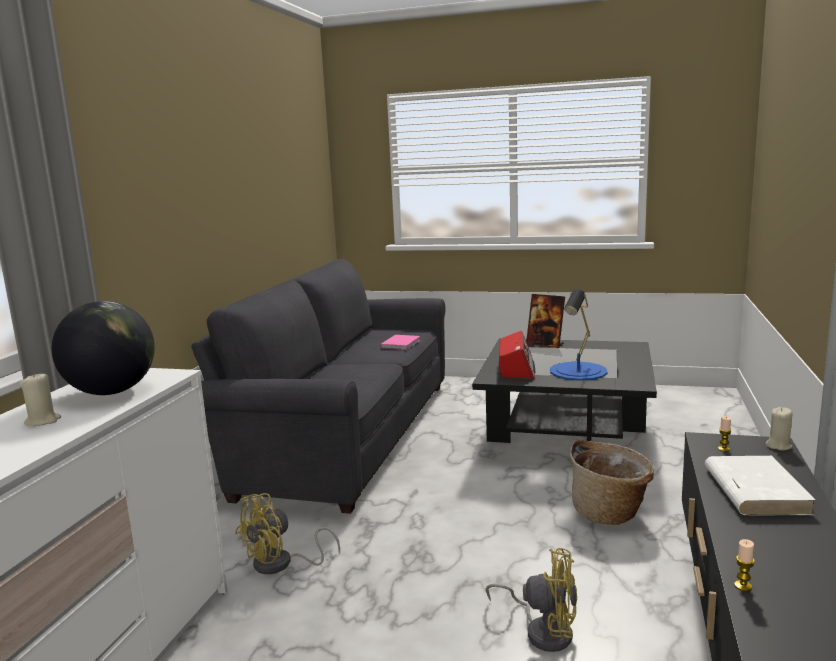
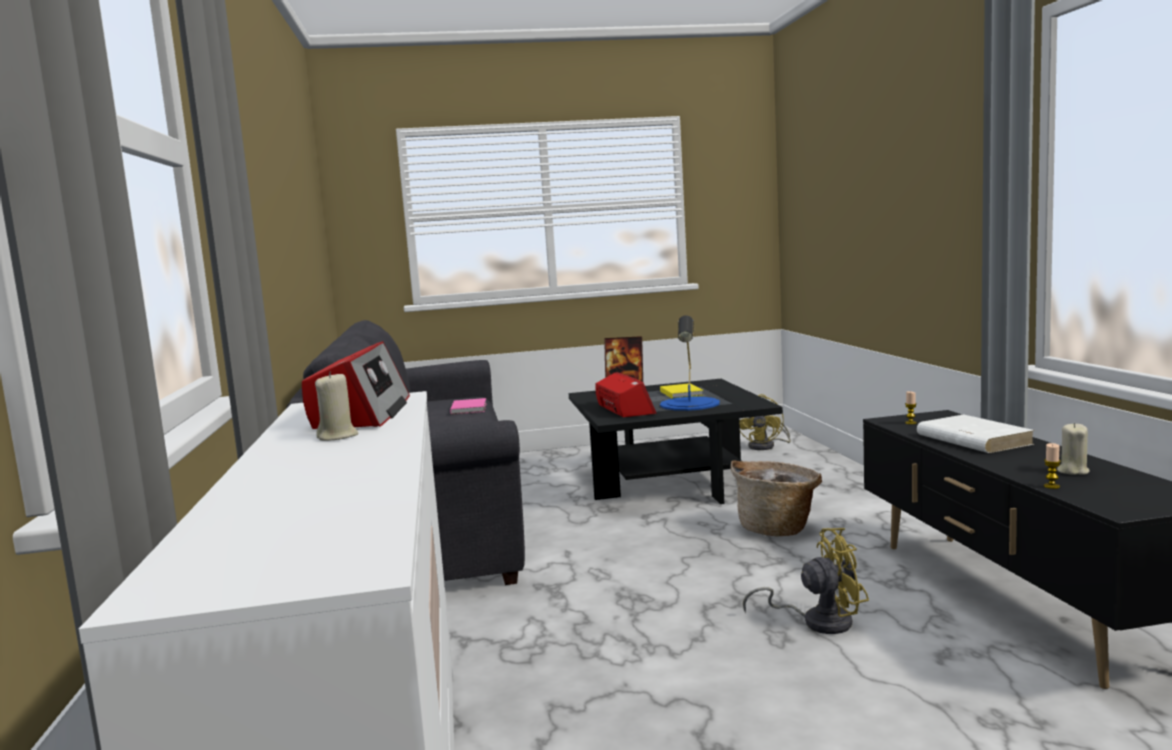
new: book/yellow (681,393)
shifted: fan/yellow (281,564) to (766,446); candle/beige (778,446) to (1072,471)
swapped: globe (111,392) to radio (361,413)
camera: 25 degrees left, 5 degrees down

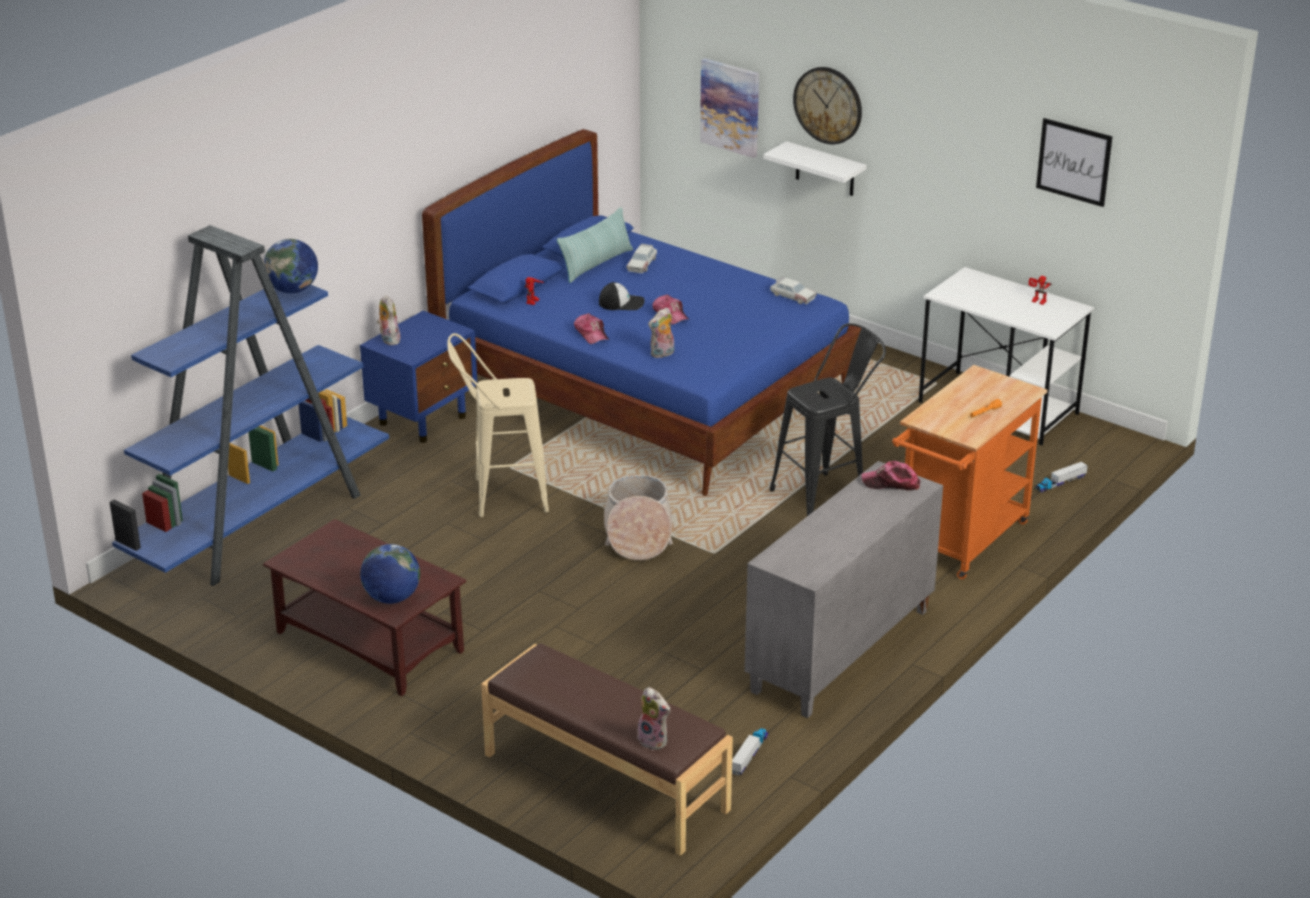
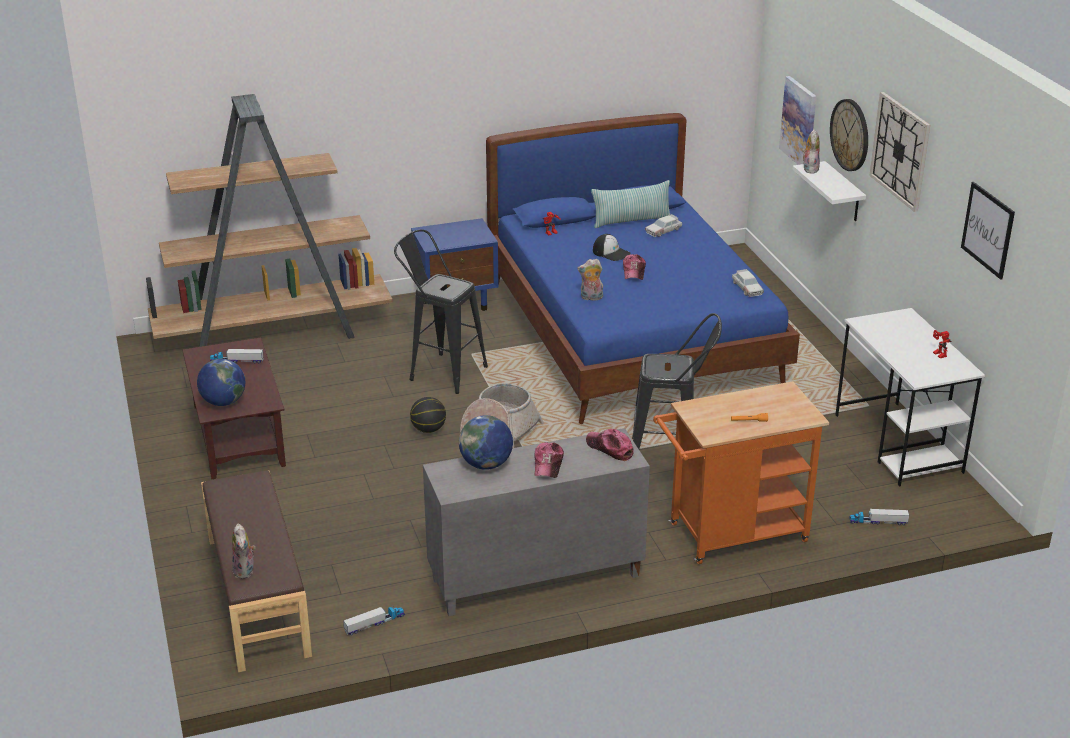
new: toy truck (237,361); basketball (428,429); wall clock (900,151)
shifted: globe (293,290) to (486,464); cap (591,334) to (548,465); plush toy (388,339) to (809,169)
repainted: bookcase/blue (260,522) to bookcase/brown (274,333); stool/beige (500,496) to stool/black (441,371)
camera: 35 degrees right, 0 degrees up

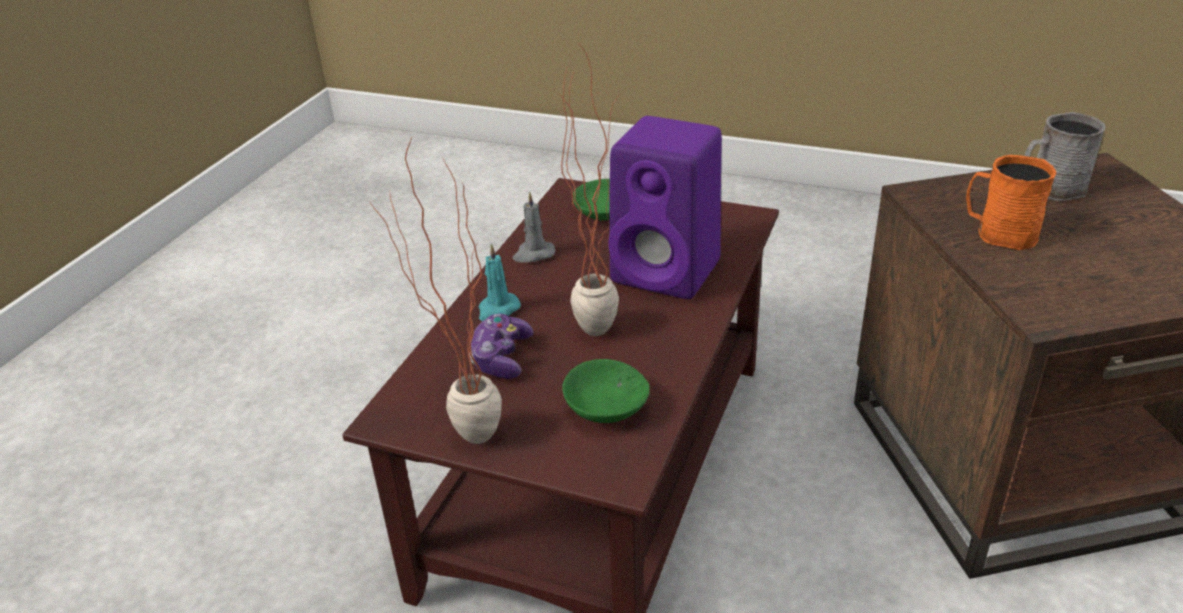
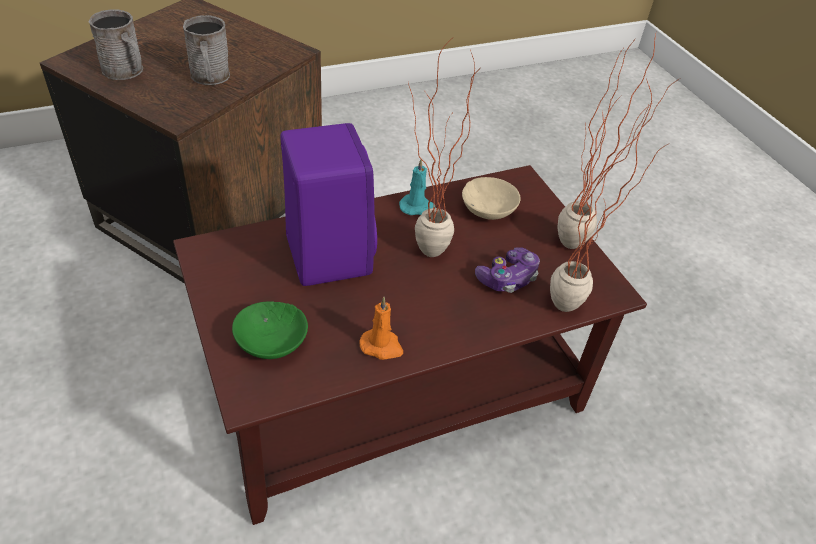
new: potted plant (574,302)
shifted: candle/turquoise (498,310) to (417,207)
repainted: mug/orange (998,233) to mug/grey (210,78); candle/grey (533,254) to candle/orange (382,346); bowl/green (603,408) to bowl/beige (489,210)
camera: 140 degrees left, 10 degrees up

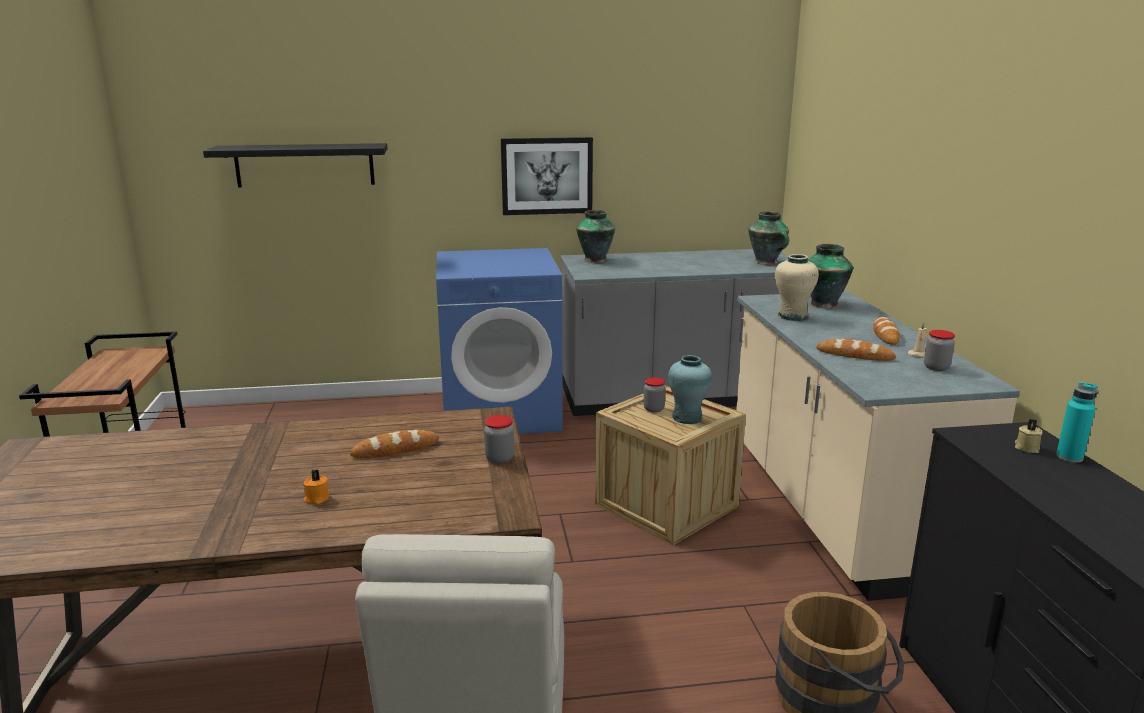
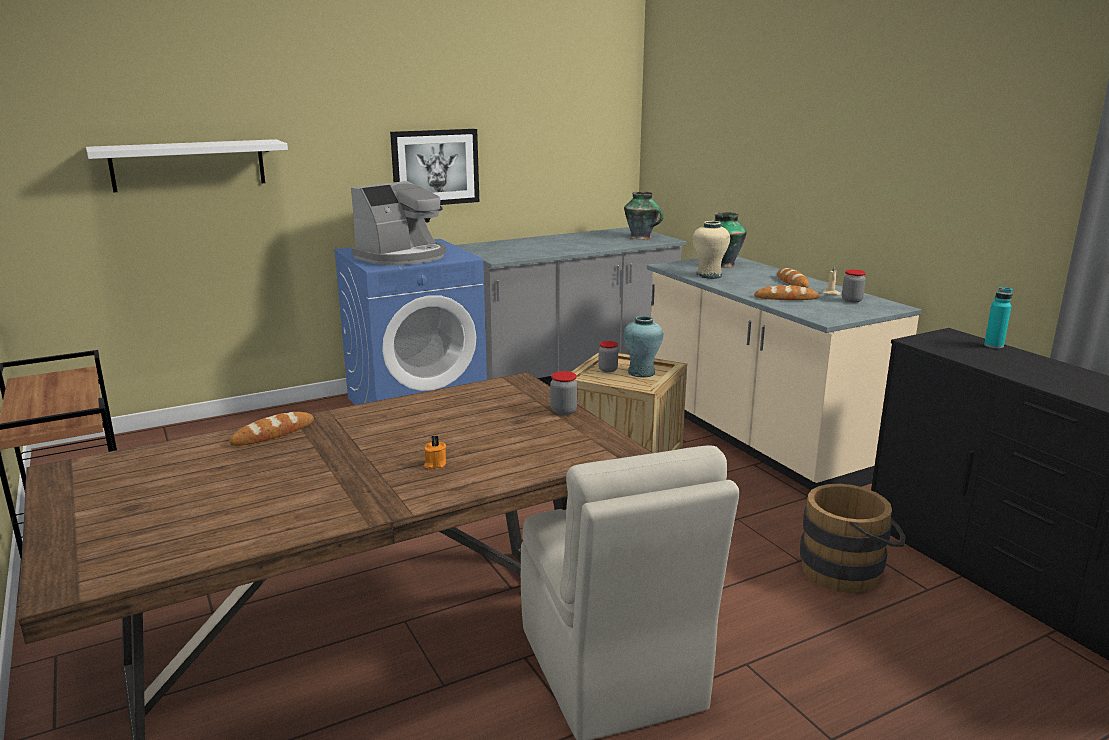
gone: vase (596,260); candle/beige (1026,447)
new: coffee machine (402,257)
shifted: bread (395,449) to (273,433)
repainted: shelf/black (305,165) to shelf/white (188,165)
camera: 20 degrees left, 0 degrees up

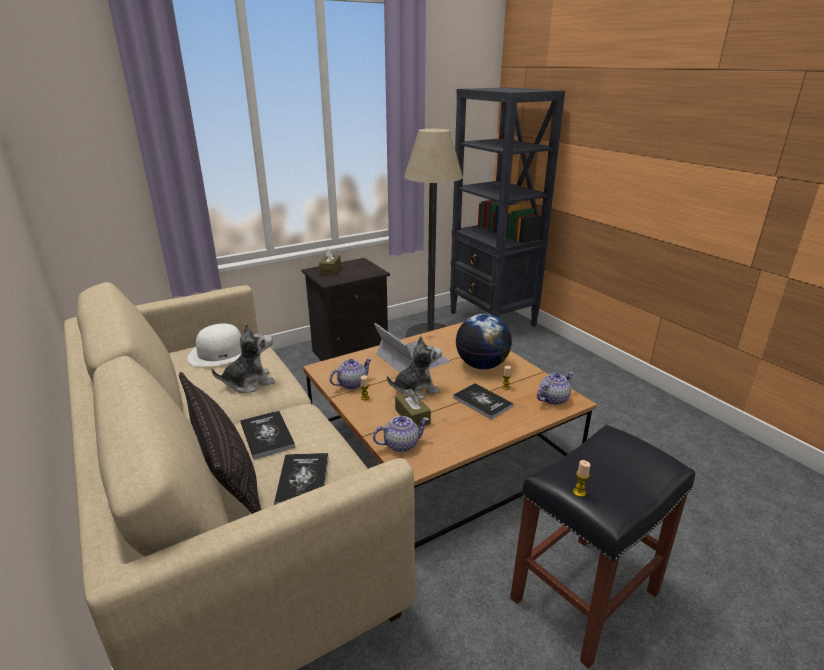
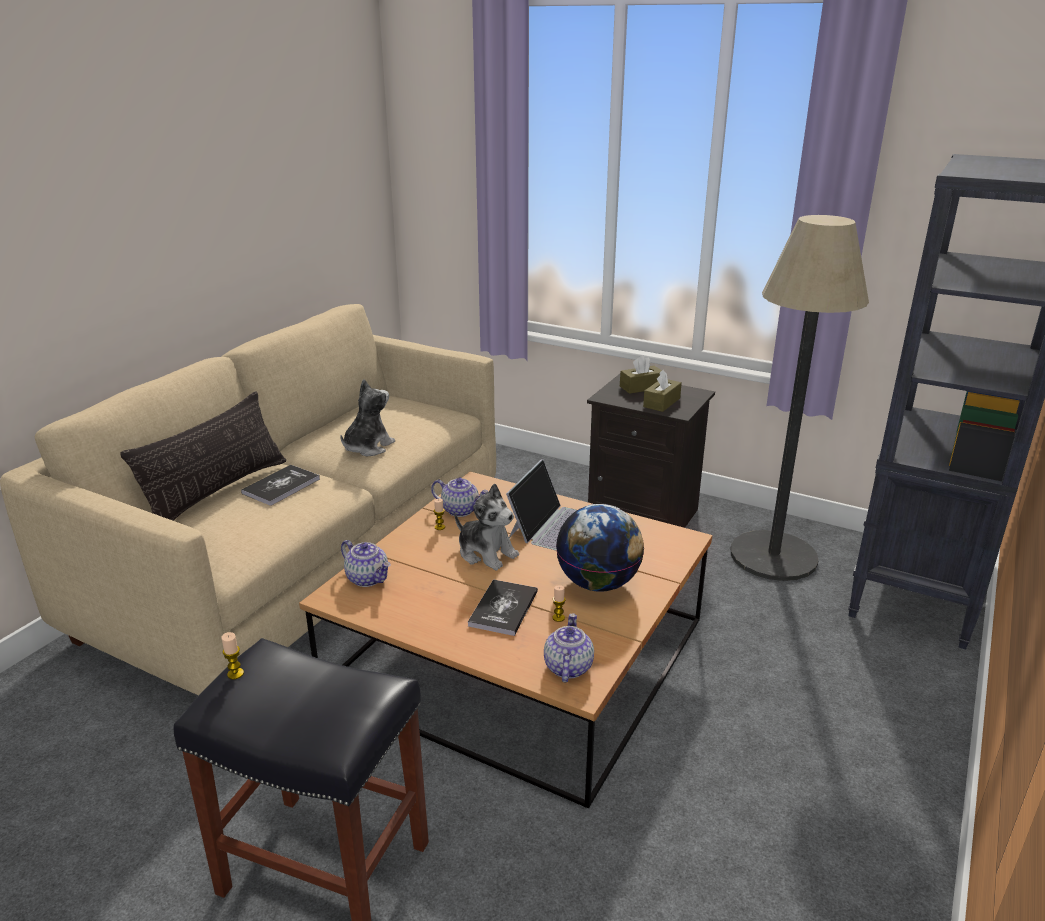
gone: hat/white (221,353); book (303,480)
shifted: tissue box/brown (412,416) to (661,402)
rotated: plush toy (249,382) = (367,447) 90 degrees counterclockwise; teapot (553,399) = (567,667) 105 degrees counterclockwise
camera: 60 degrees right, 0 degrees up

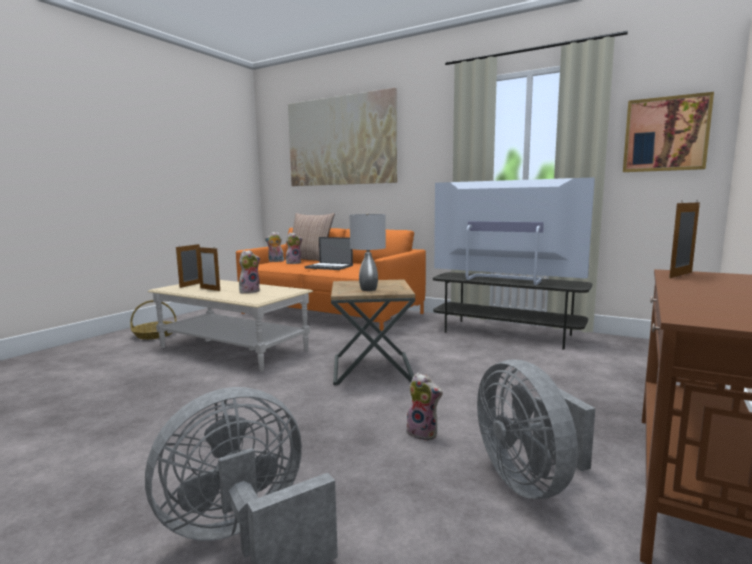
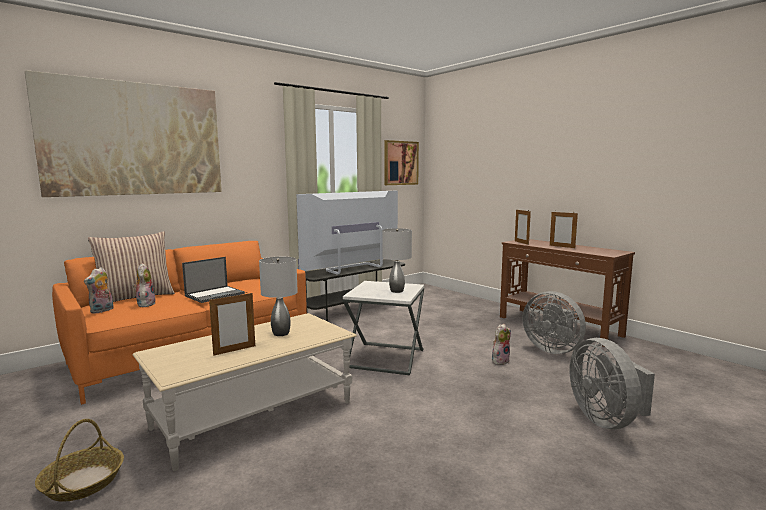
shifted: picture frame (191,285) to (562,246)
swapped: plush toy (249,291) to table lamp/grey (281,333)
repainted: side table/brown (372,369) to side table/white (385,358)
rotated: fan/grey (529,480) = (552,349) 45 degrees clockwise
camera: 70 degrees left, 0 degrees up

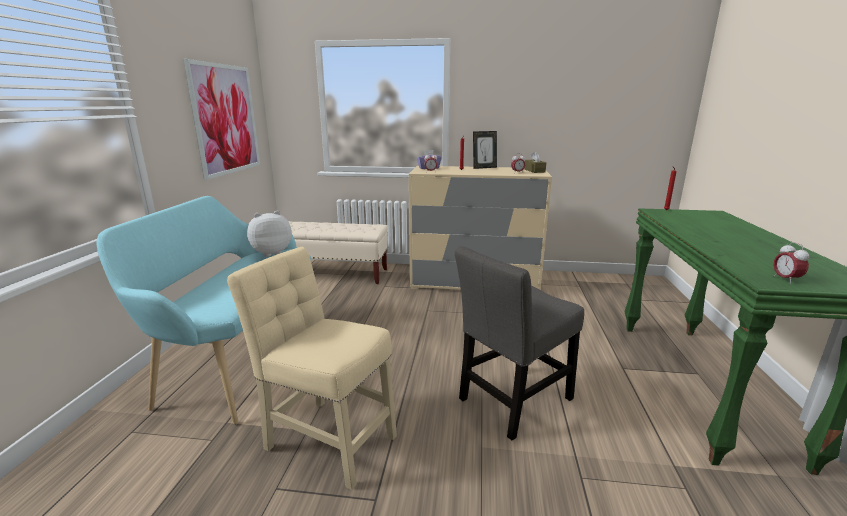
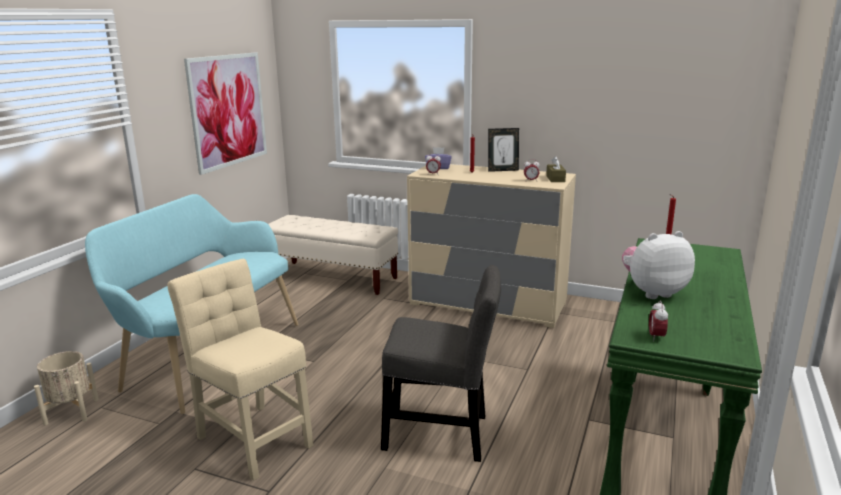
new: planter/beige (71,411)
shifted: plush toy (271,253) to (652,292)
rotated: chair/grey (512,402) = (442,434) 150 degrees counterclockwise
camera: 15 degrees right, 0 degrees up

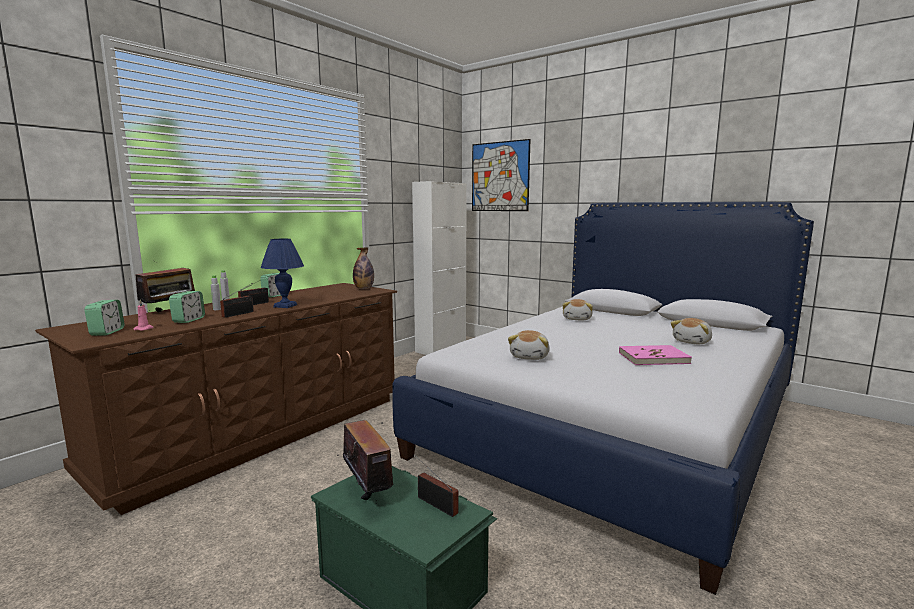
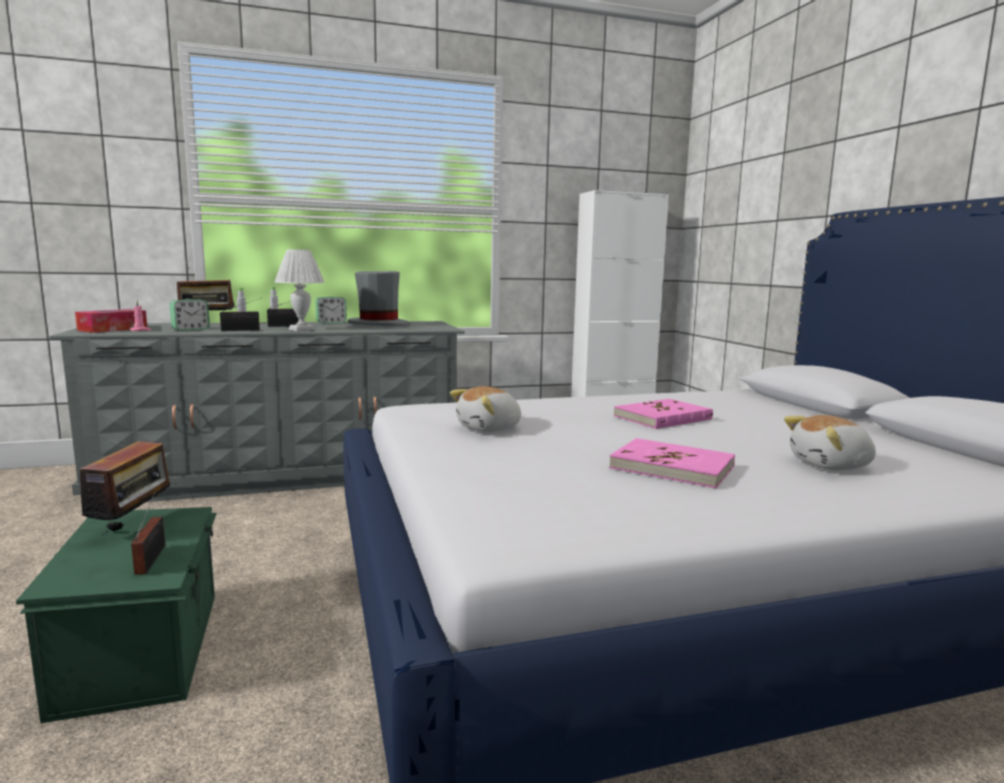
gone: bottle (363,288); picture (500,176); plush toy (577,319)
new: hat/grey (379,325); book/pink (663,418)
swapped: alarm clock (107,332) to tissue box (113,329)
repainted: dresser/brown (261,432) to dresser/grey (285,474); table lamp/blue (286,306) to table lamp/white (302,329)
camera: 35 degrees right, 0 degrees up

